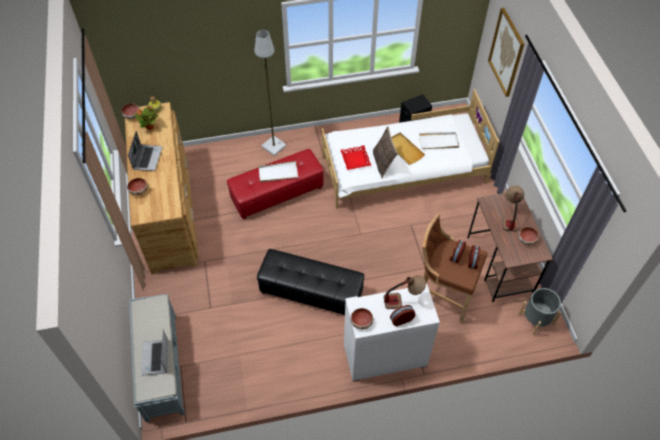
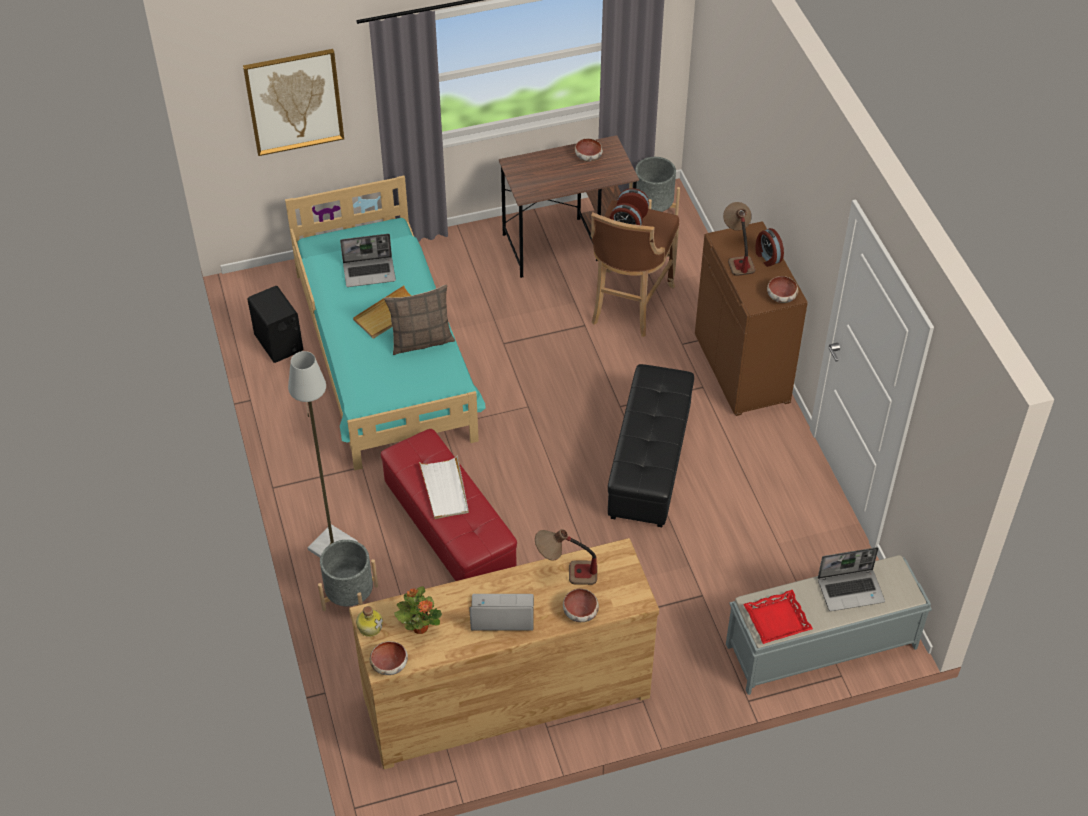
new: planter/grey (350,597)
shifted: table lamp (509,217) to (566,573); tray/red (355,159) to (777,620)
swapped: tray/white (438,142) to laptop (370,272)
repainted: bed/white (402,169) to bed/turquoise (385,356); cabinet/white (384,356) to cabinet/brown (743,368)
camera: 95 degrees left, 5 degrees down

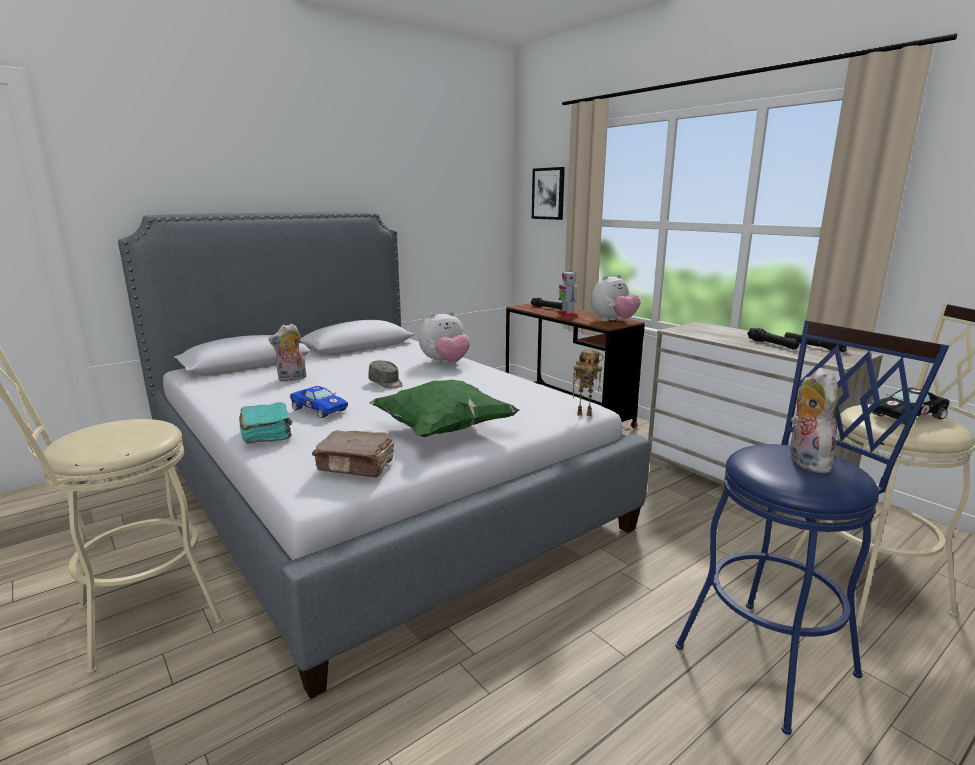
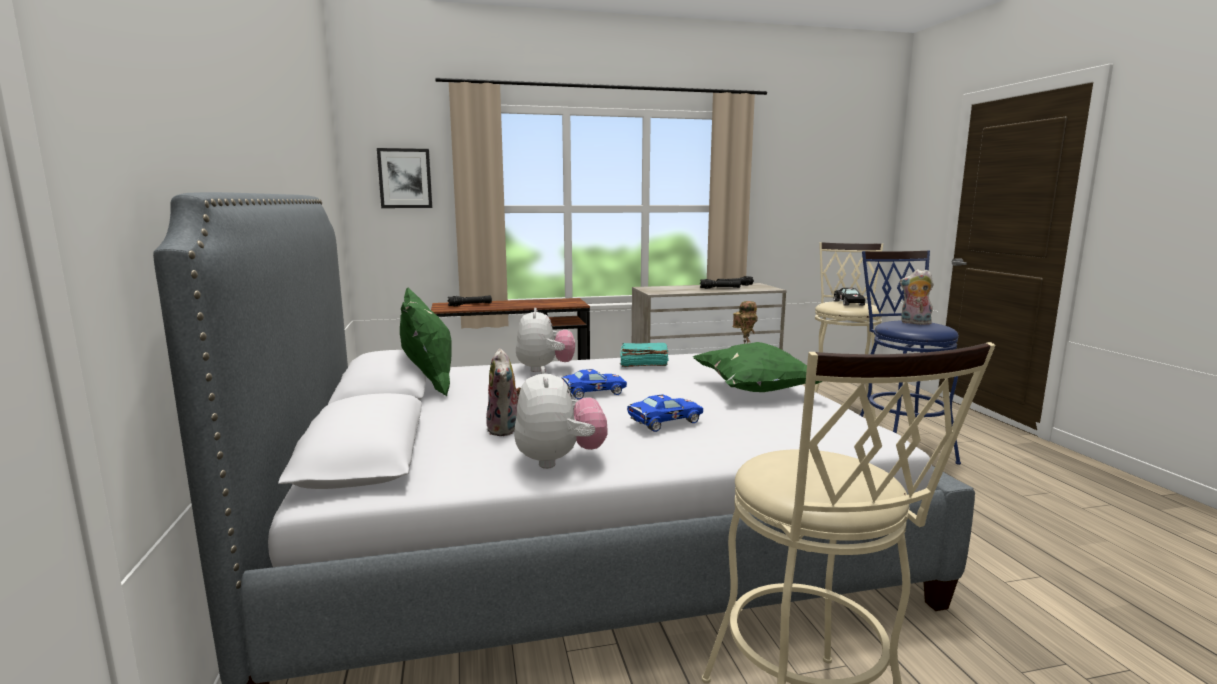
gone: book/brown (356,466); toy robot (567,315)
new: pillow/green (429,385)
shifted: plush toy (613,321) to (559,460); book/turquoise (267,434) to (643,364)
swapped: cap/grey (386,383) to toy car/blue (591,393)
camera: 65 degrees left, 5 degrees down

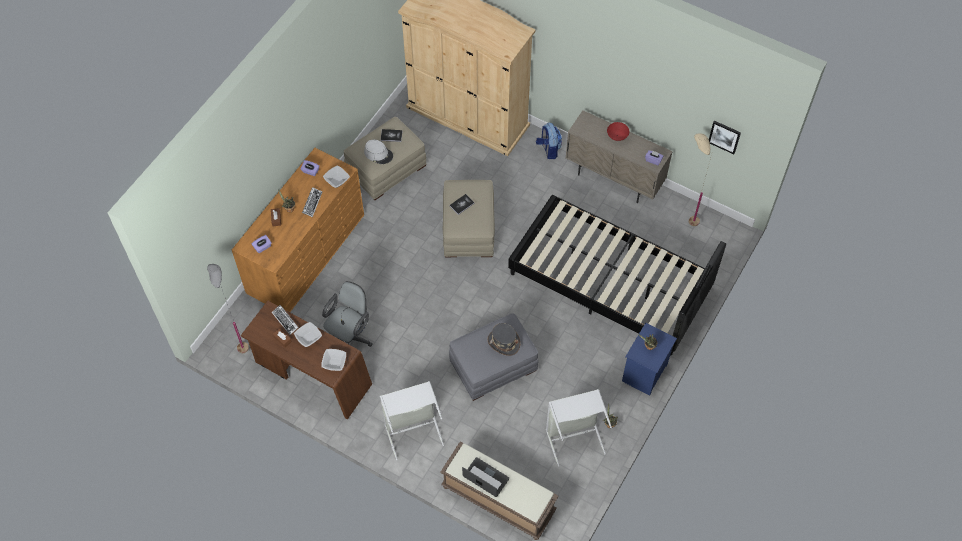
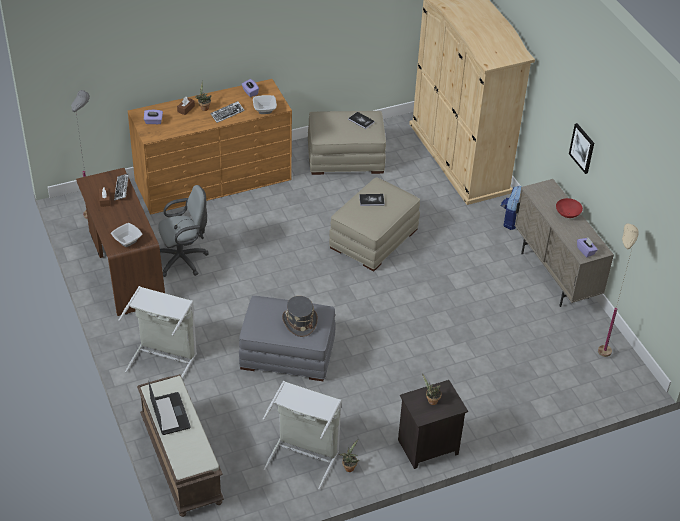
gone: bowl (309,338); hat/grey (378,154); bed/black (609,282)
shifted: picture (724,136) to (582,148)
repainted: nightstand/blue (645,374) to nightstand/black (427,448)
camera: 35 degrees right, 15 degrees down

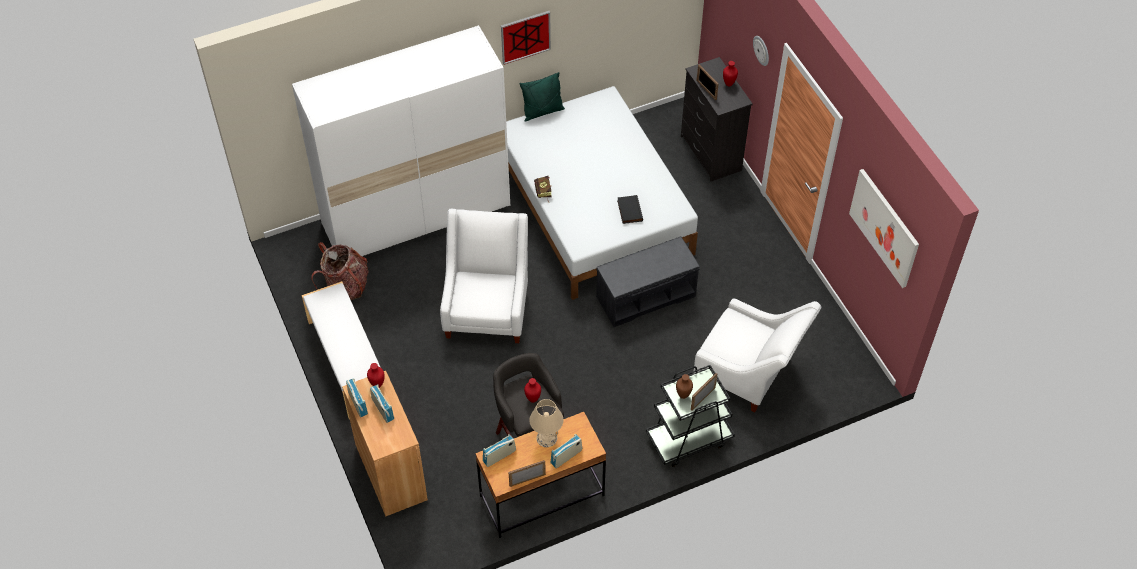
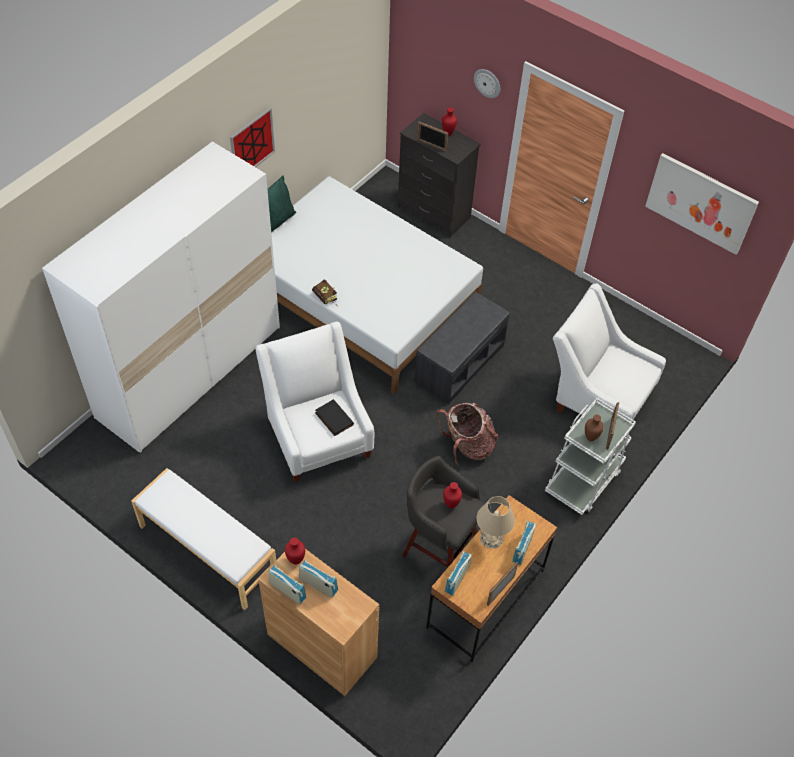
shifted: book/black (629,210) to (333,419); backpack (346,286) to (467,446)
repainted: cart/black (689,438) to cart/white (583,480)
rotated: armchair/white (749,374) = (596,397) 150 degrees counterclockwise
camera: 30 degrees left, 0 degrees up

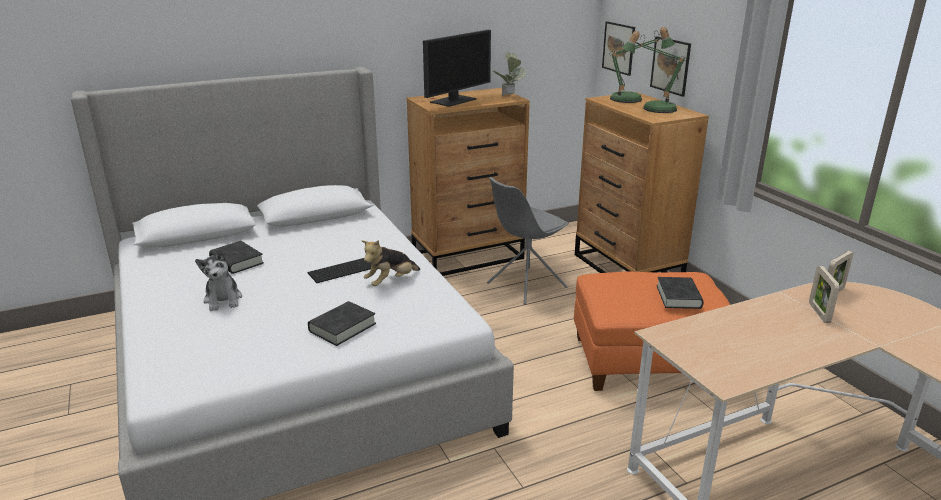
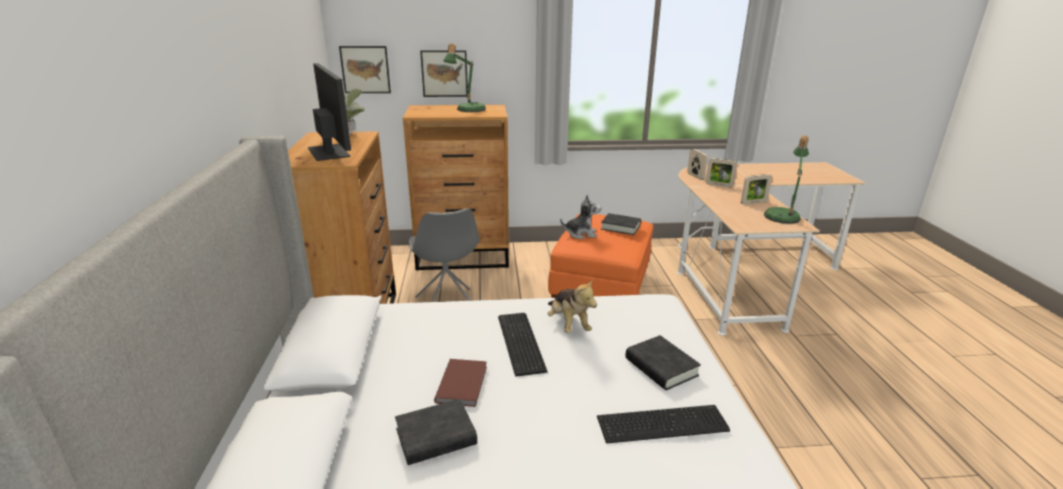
new: book/brown (463,384); keyboard (660,422); picture frame (753,203)
shifted: plush toy (223,300) to (581,234); table lamp (632,99) to (783,215)
camera: 70 degrees left, 0 degrees up

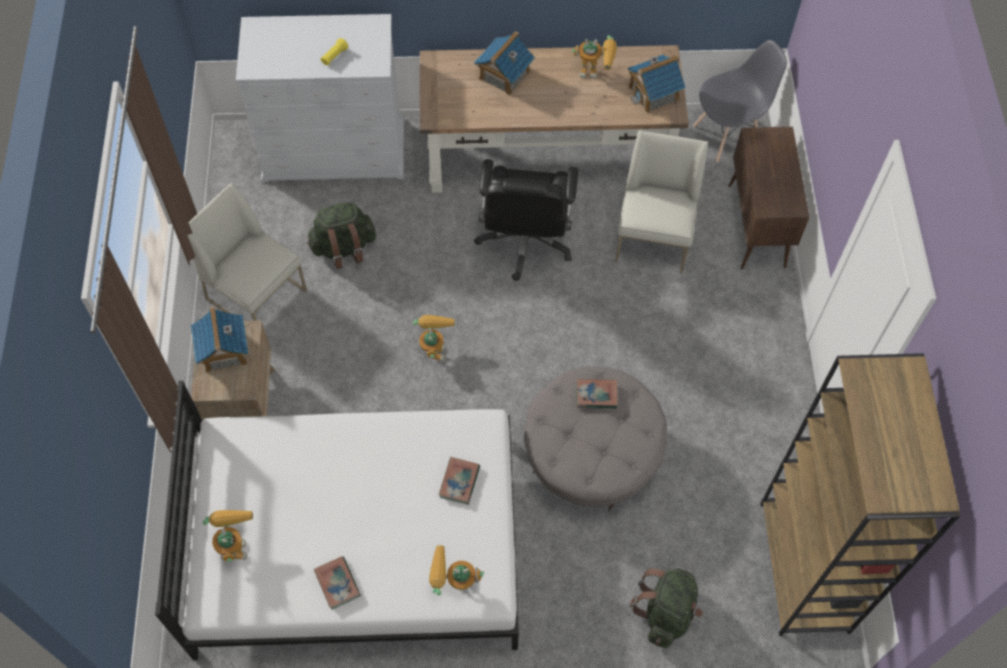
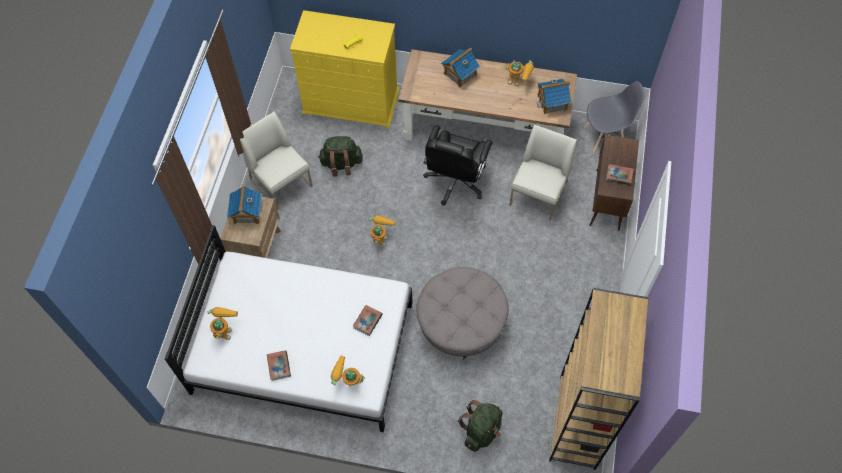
shifted: book (596,395) to (619,175)
repainted: dresser/white (334,150) to dresser/yellow (351,101)
camera: 15 degrees right, 0 degrees up

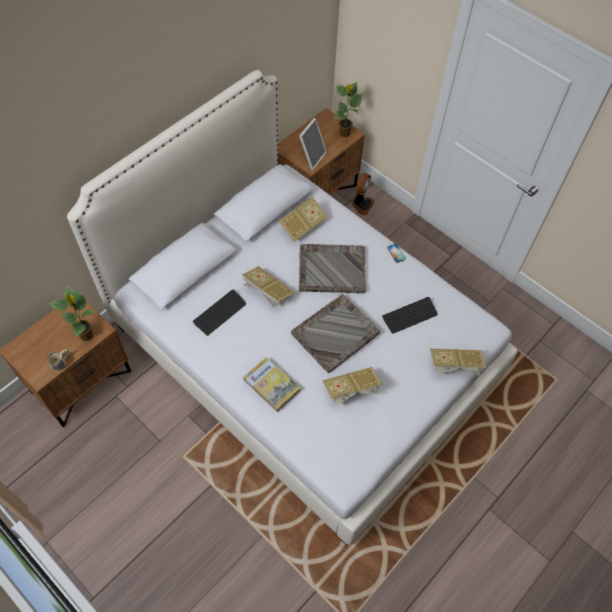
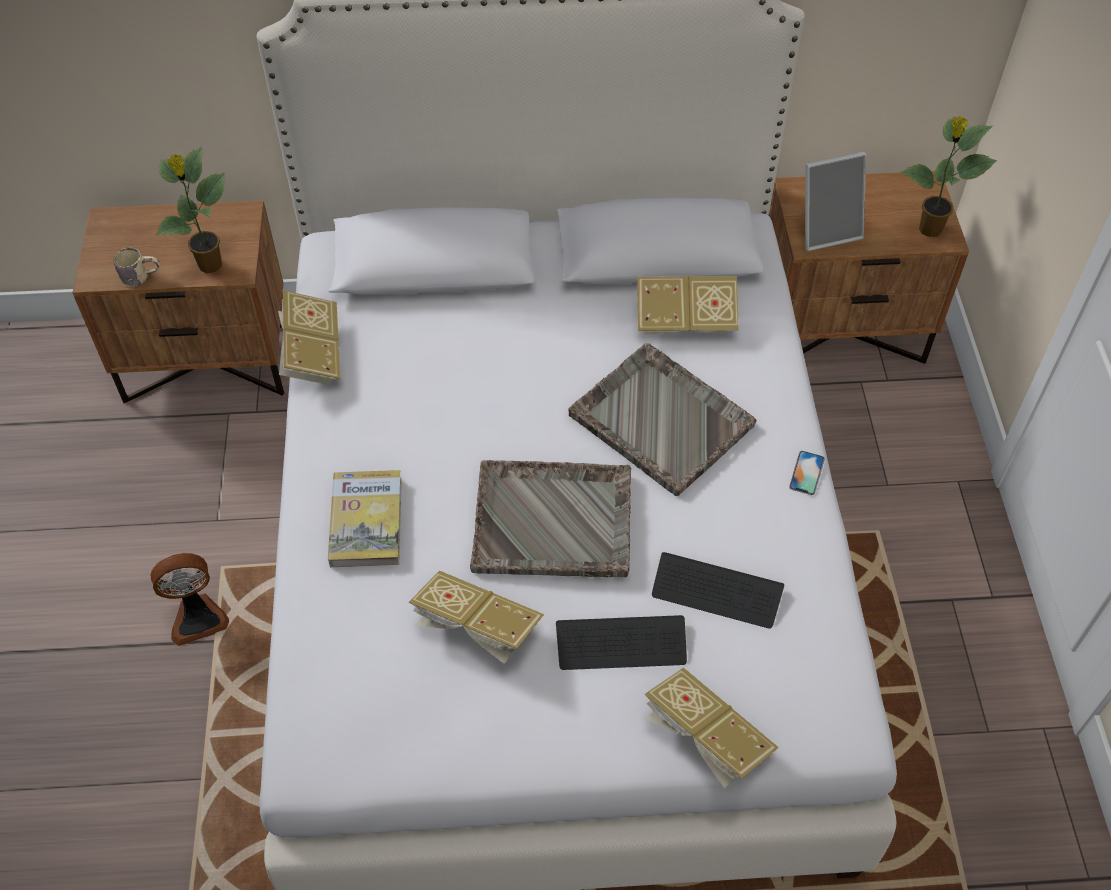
shifted: fan (361,204) to (198,617); book (267,292) to (312,354); keyboard (220,313) to (621,644)
camera: 45 degrees right, 5 degrees down

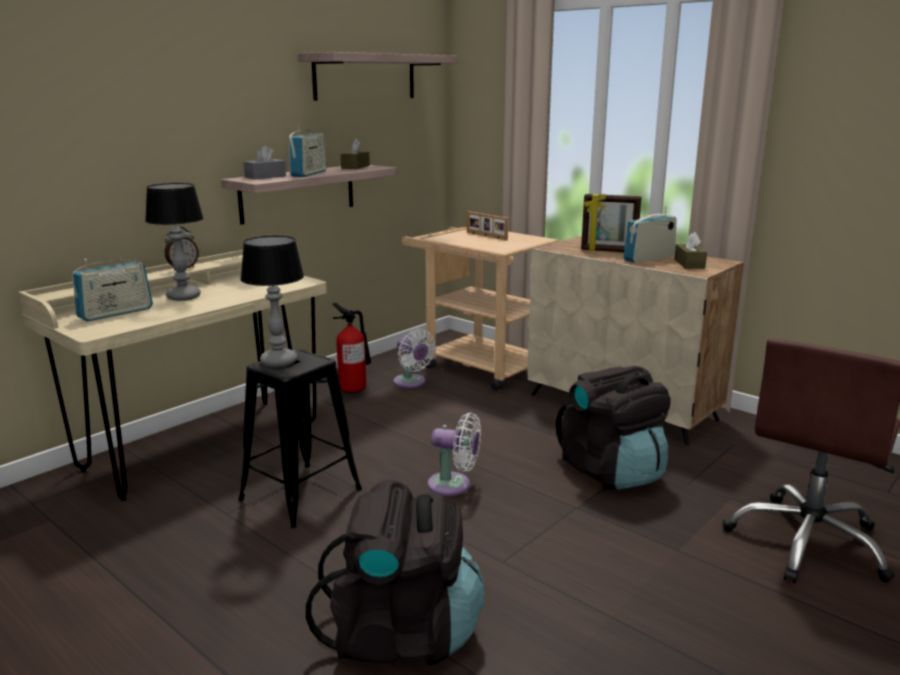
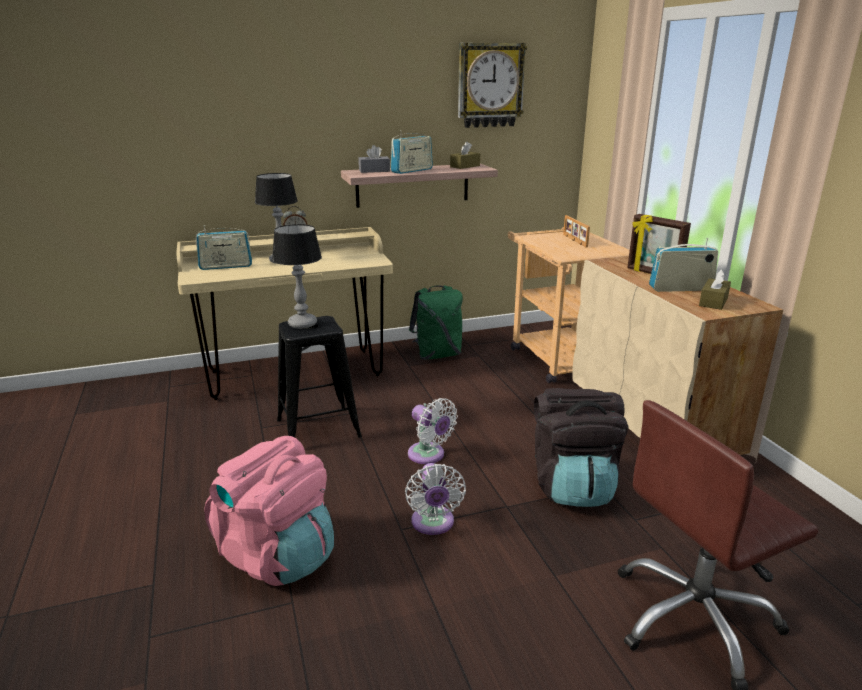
shifted: fan/white (411,383) to (433,524)
swapped: fire extinguisher (354,389) to backpack/green (437,354); shelf (365,77) to wall clock (490,85)
repainted: backpack/black (402,634) to backpack/pink (277,555)
camera: 30 degrees right, 5 degrees up

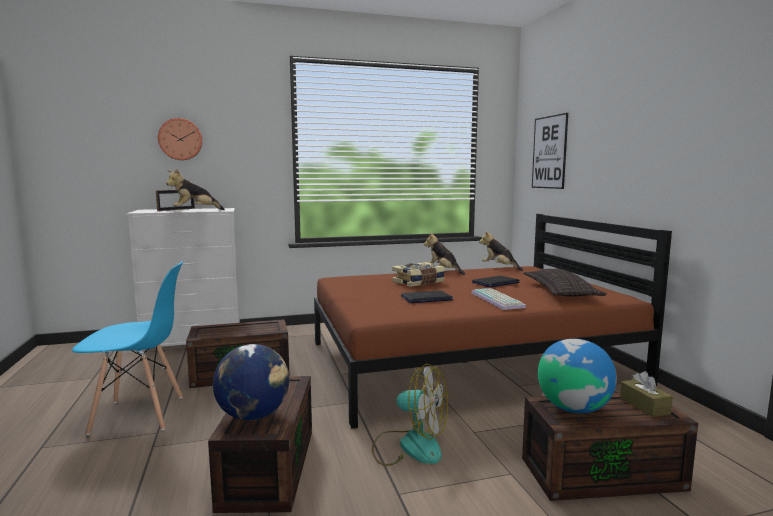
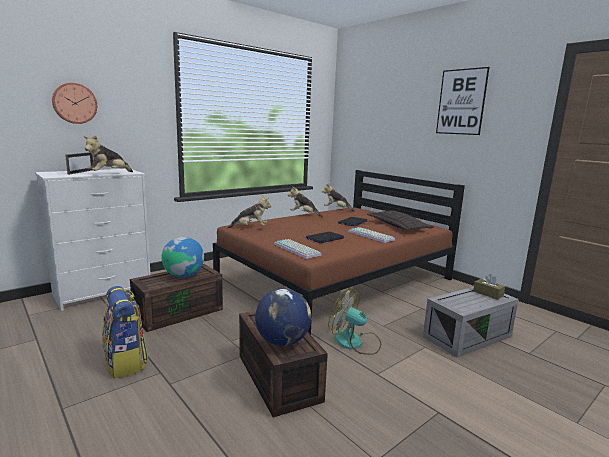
gone: book (419,282)
new: plush toy (250,228); keyboard (298,249)
shifted: globe (573,408) to (183,275); picture (549,152) to (461,102)
swapped: chair/blue (139,415) to backpack (126,362)
repainted: storage box/brown (602,472) to storage box/grey (467,335)
rotated: fan (409,446) = (355,343) 150 degrees counterclockwise
camera: 25 degrees left, 5 degrees up

